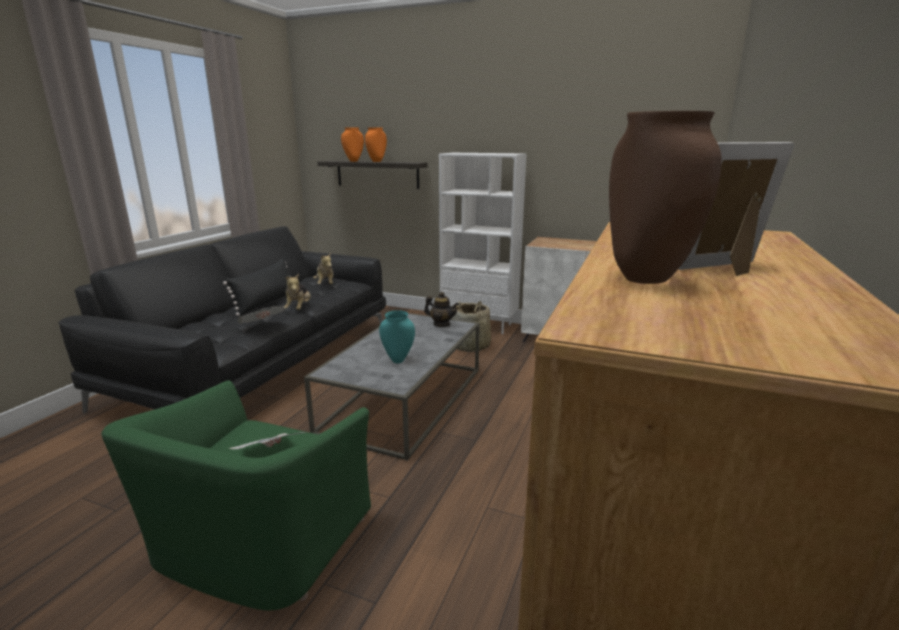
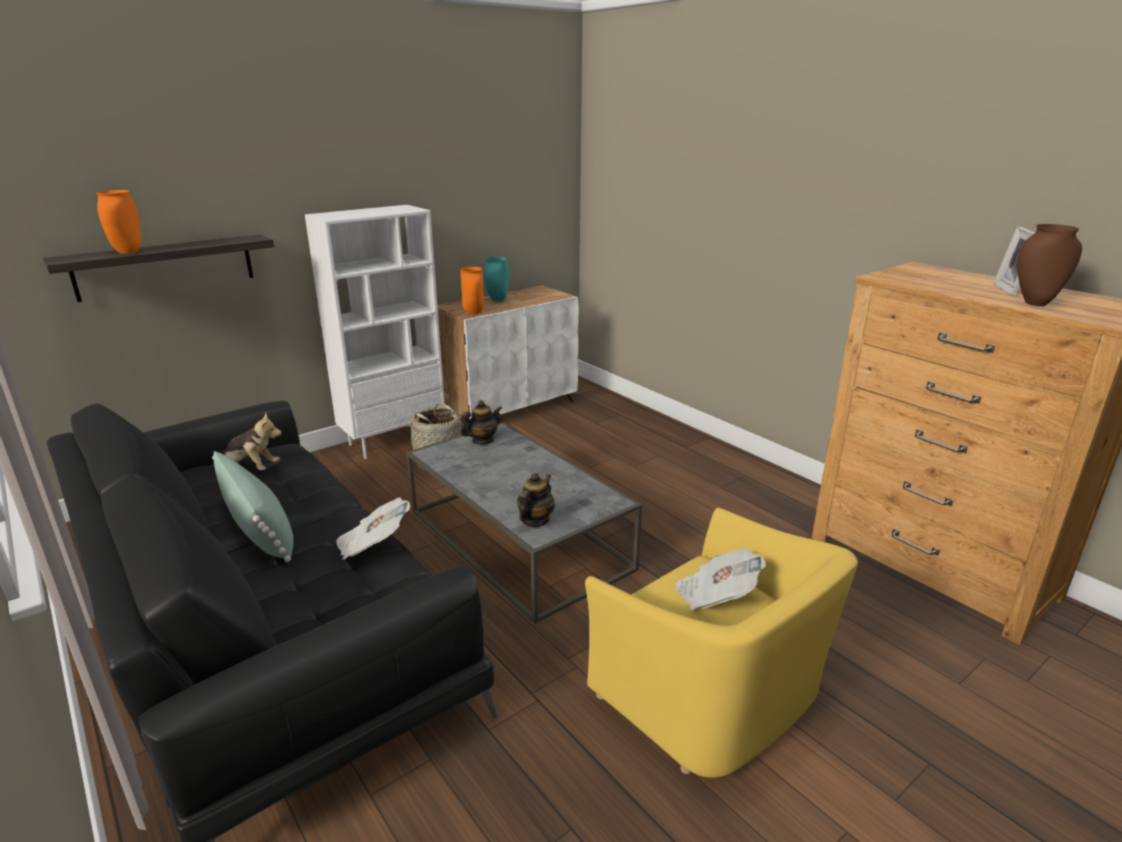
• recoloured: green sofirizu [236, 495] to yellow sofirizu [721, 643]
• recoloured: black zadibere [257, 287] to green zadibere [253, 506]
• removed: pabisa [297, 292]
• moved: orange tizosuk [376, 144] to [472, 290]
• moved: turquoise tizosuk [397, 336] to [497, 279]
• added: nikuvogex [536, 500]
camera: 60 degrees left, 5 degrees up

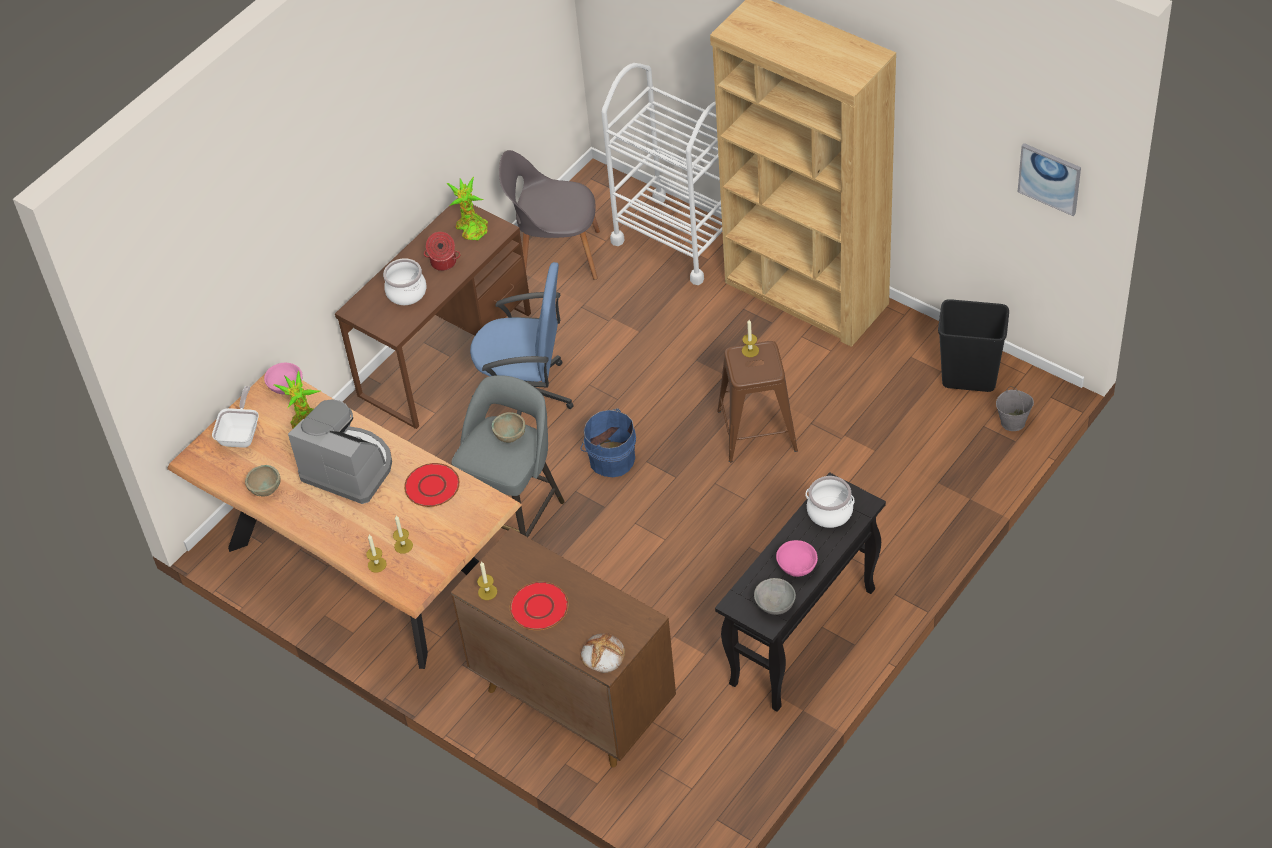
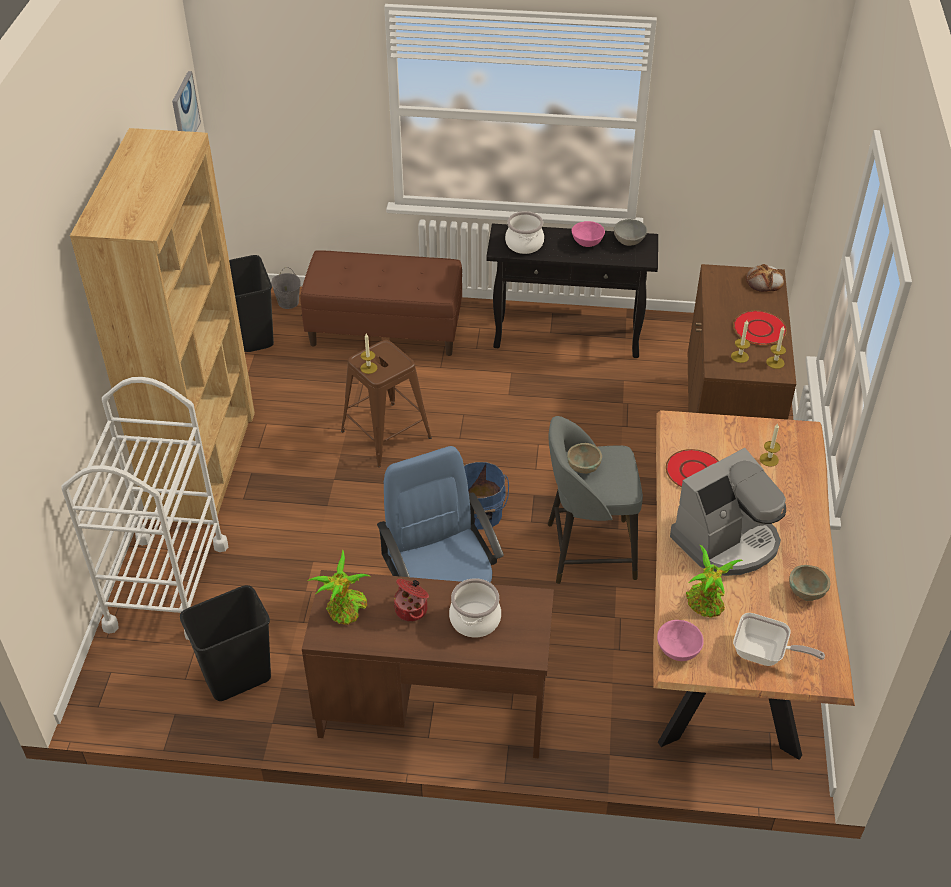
• turned: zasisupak [235, 417] = [779, 639] 135 degrees counterclockwise
• turned: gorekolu [340, 451] = [728, 512] 120 degrees counterclockwise
• moved: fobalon [376, 554] to [740, 342]
• replaced: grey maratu [549, 215] to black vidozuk [225, 643]
• added: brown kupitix [381, 303]
camera: 125 degrees left, 5 degrees down

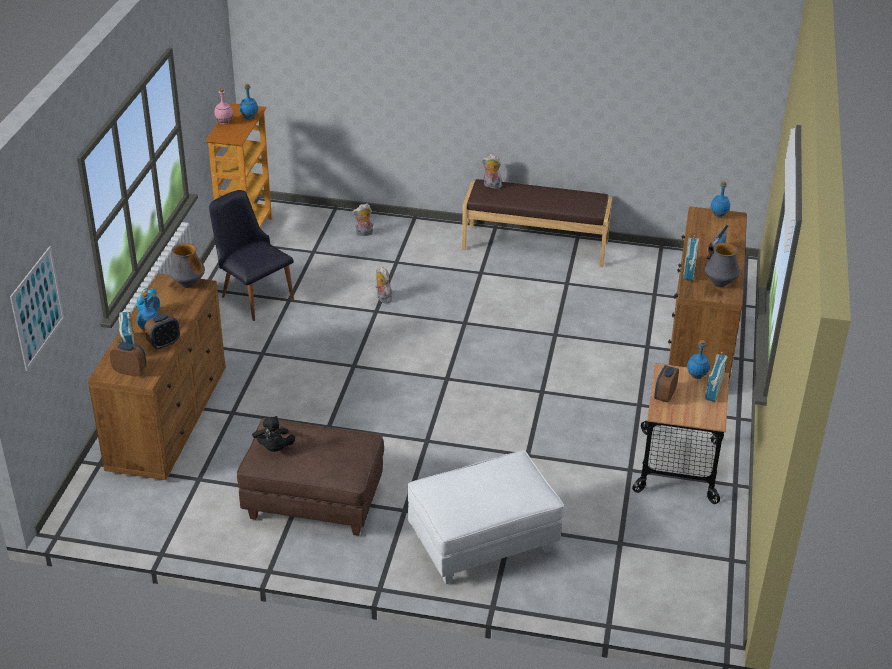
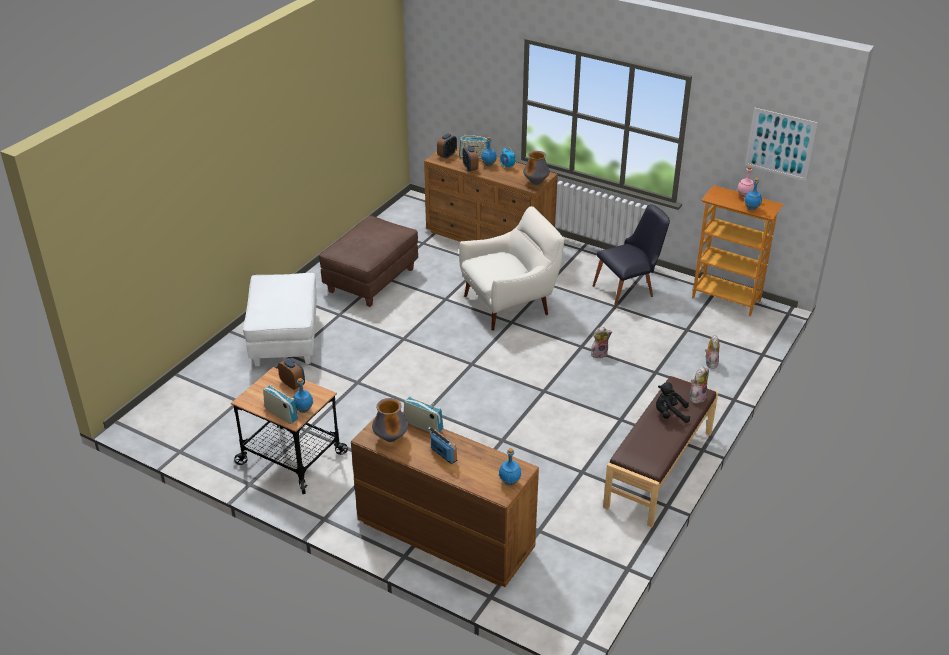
• moved: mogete [37, 308] to [781, 144]
• moved: black pabisa [273, 434] to [673, 402]
• added: white sofirizu [511, 268]
camera: 110 degrees right, 0 degrees up

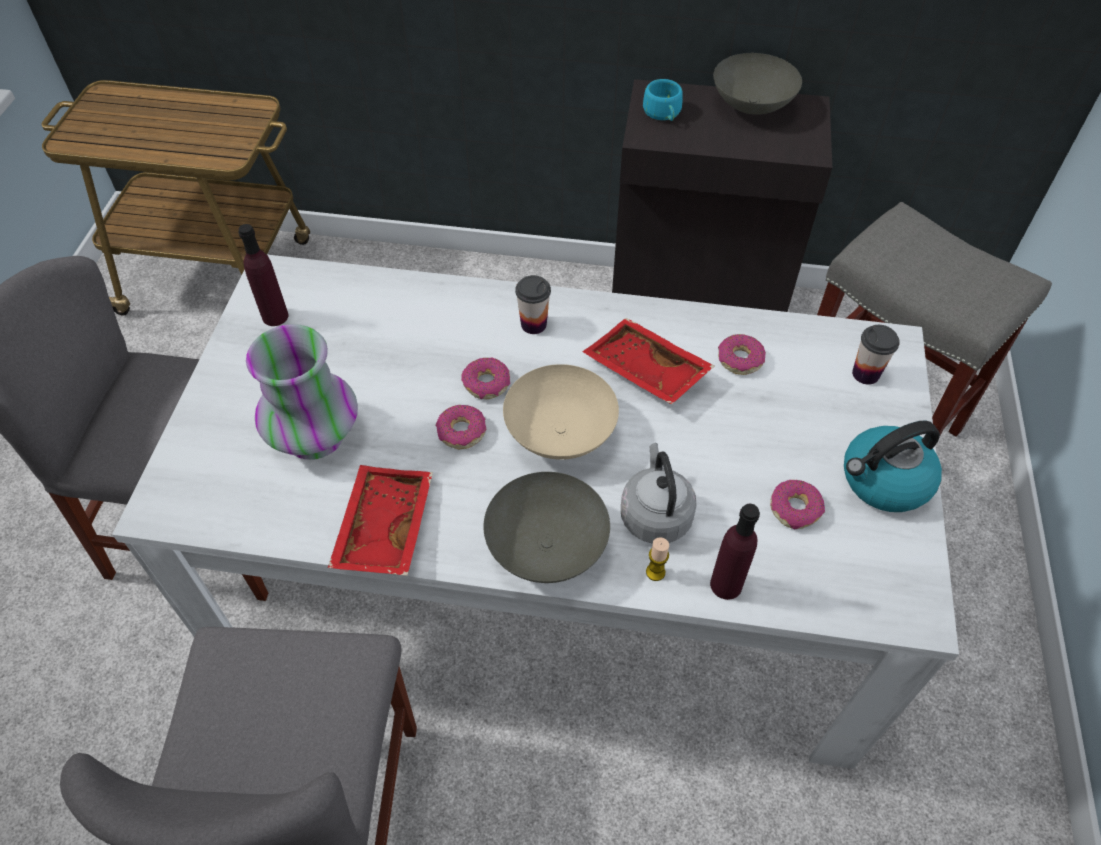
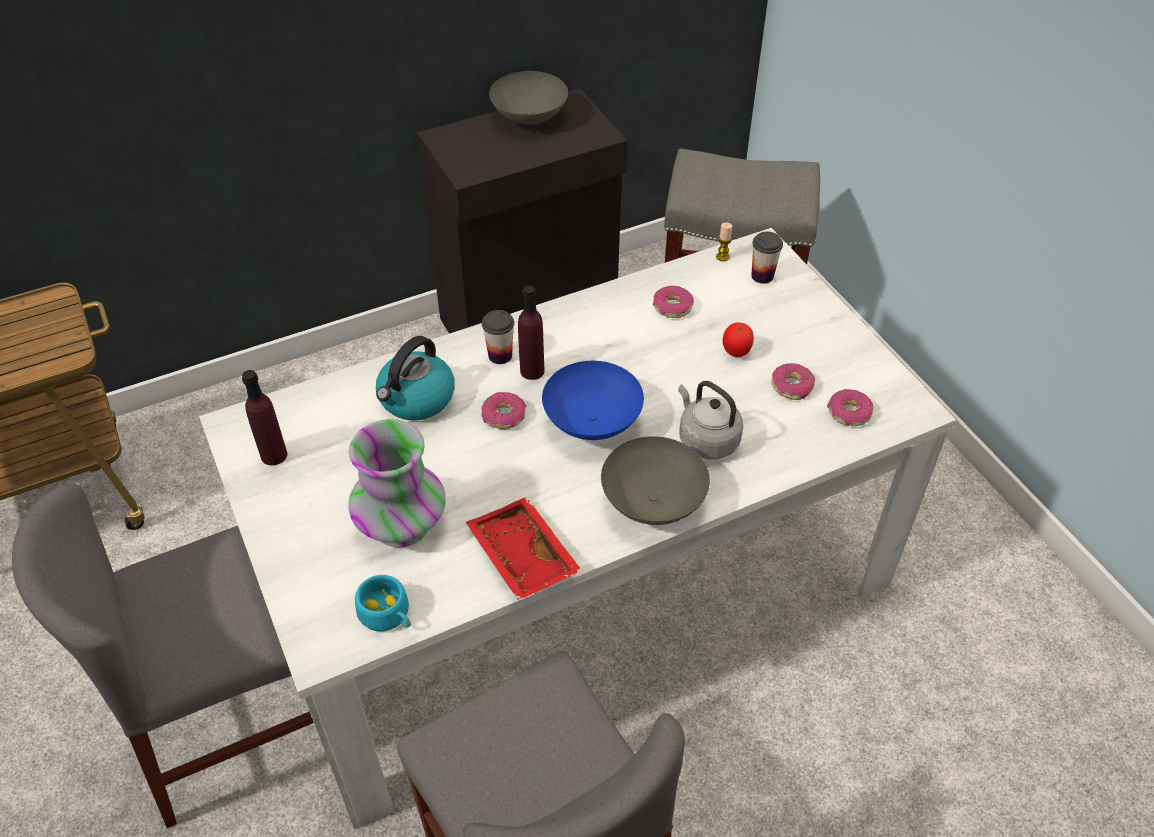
• moved: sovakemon [461, 427] to [850, 407]
• recoloured: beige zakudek [561, 412] to blue zakudek [593, 400]
• removed: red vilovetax [648, 361]
• moved: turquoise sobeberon [663, 100] to [383, 603]
• moved: fobalon [657, 559] to [724, 241]
• moved: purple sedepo [735, 552] to [531, 332]
• moved: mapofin [893, 466] to [415, 378]
• added: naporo [738, 339]
camera: 35 degrees left, 5 degrees down

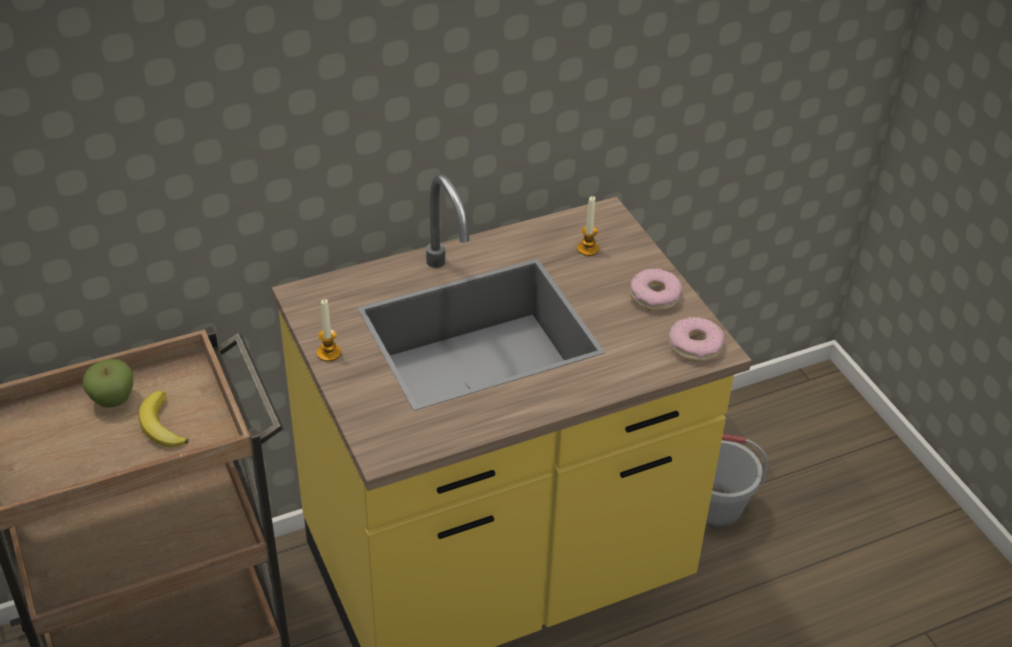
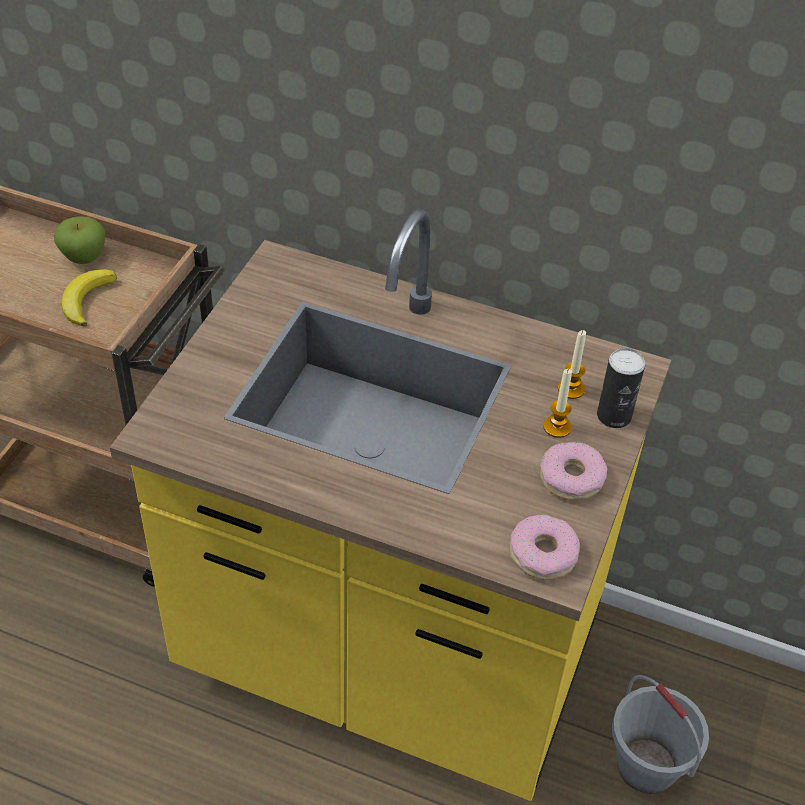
• moved: fobalon [329, 330] to [557, 403]
• added: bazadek [621, 388]
camera: 45 degrees right, 5 degrees up

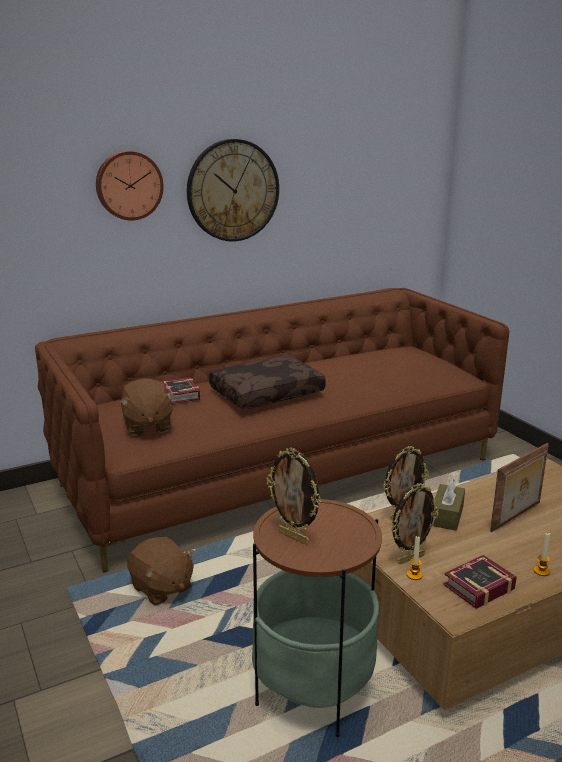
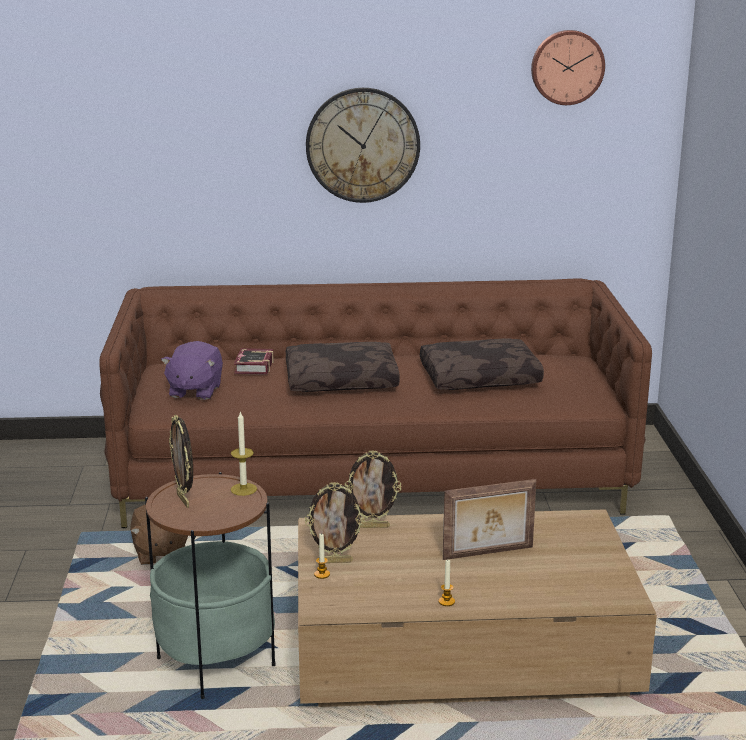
• moved: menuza [130, 186] to [568, 67]
• recoloured: brown pabisa [147, 407] to purple pabisa [192, 370]
• removed: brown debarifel [449, 505]
• removed: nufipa [480, 582]
• added: fobalon [244, 453]
• added: brown zadibere [482, 364]
camera: 25 degrees right, 0 degrees up

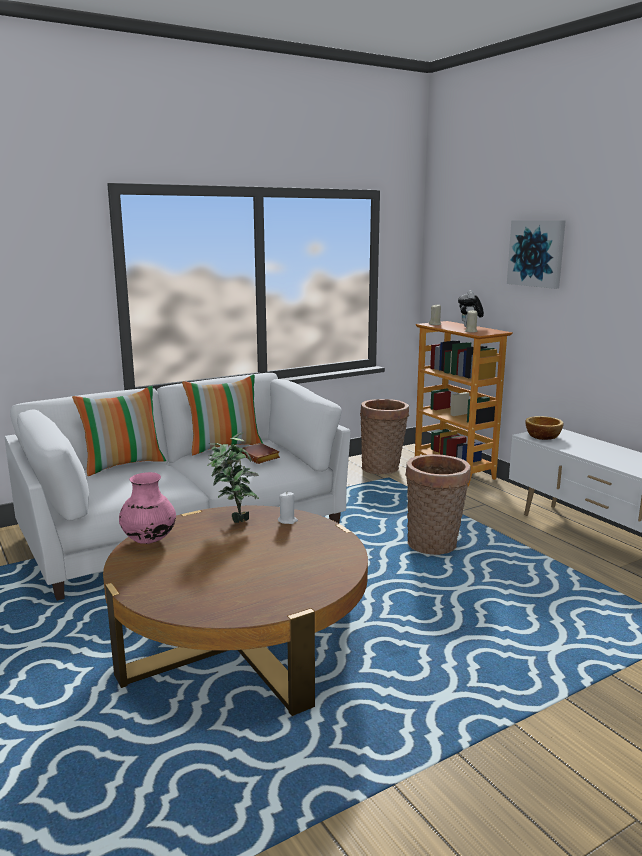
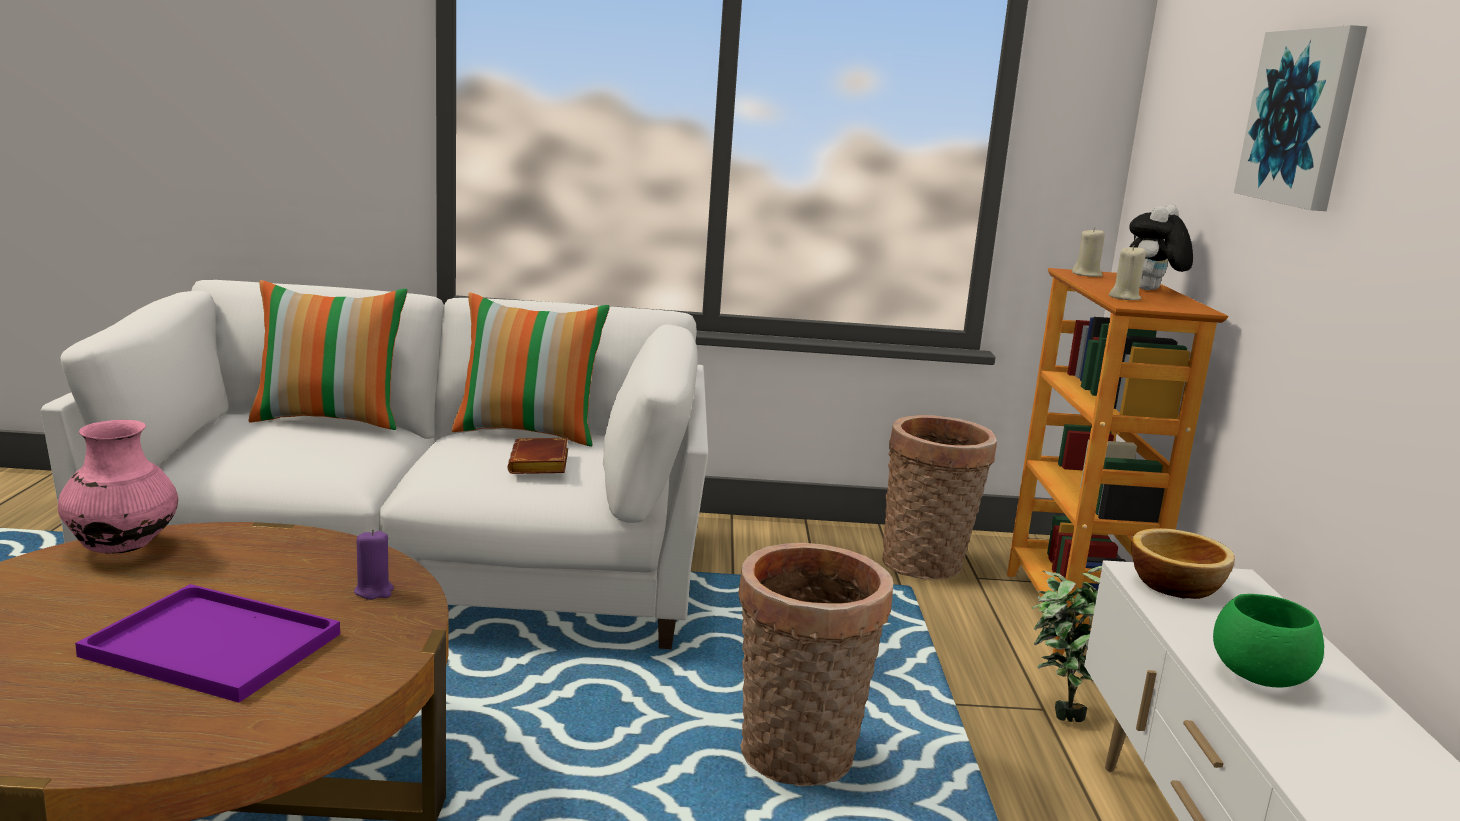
• moved: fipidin [233, 477] to [1067, 644]
• recoloured: white fobalon [288, 508] to purple fobalon [374, 564]
• added: purple vilovetax [207, 643]
• added: green zakudek [1268, 640]
camera: 30 degrees right, 0 degrees up

